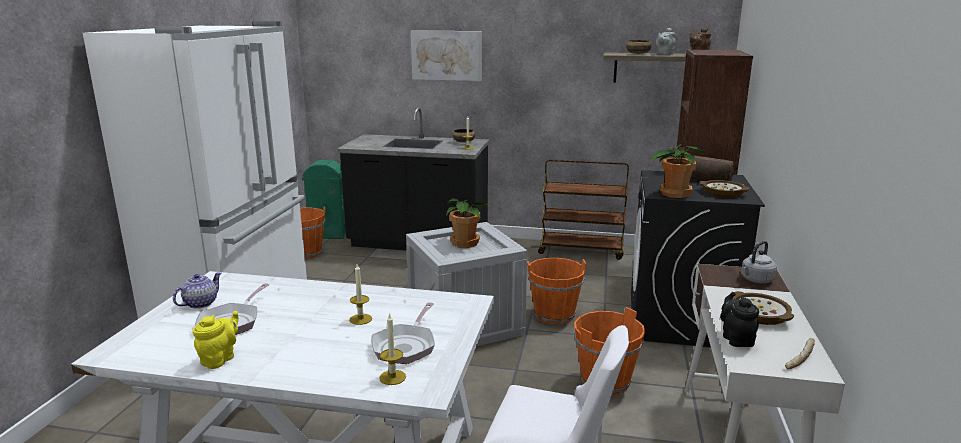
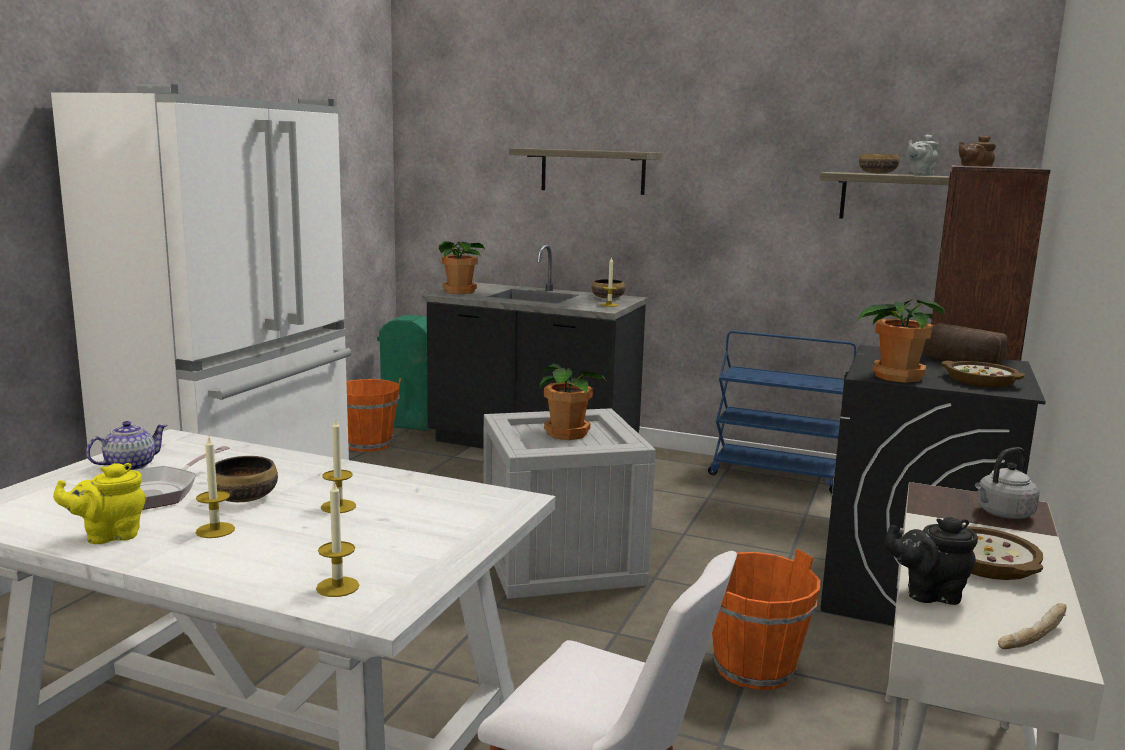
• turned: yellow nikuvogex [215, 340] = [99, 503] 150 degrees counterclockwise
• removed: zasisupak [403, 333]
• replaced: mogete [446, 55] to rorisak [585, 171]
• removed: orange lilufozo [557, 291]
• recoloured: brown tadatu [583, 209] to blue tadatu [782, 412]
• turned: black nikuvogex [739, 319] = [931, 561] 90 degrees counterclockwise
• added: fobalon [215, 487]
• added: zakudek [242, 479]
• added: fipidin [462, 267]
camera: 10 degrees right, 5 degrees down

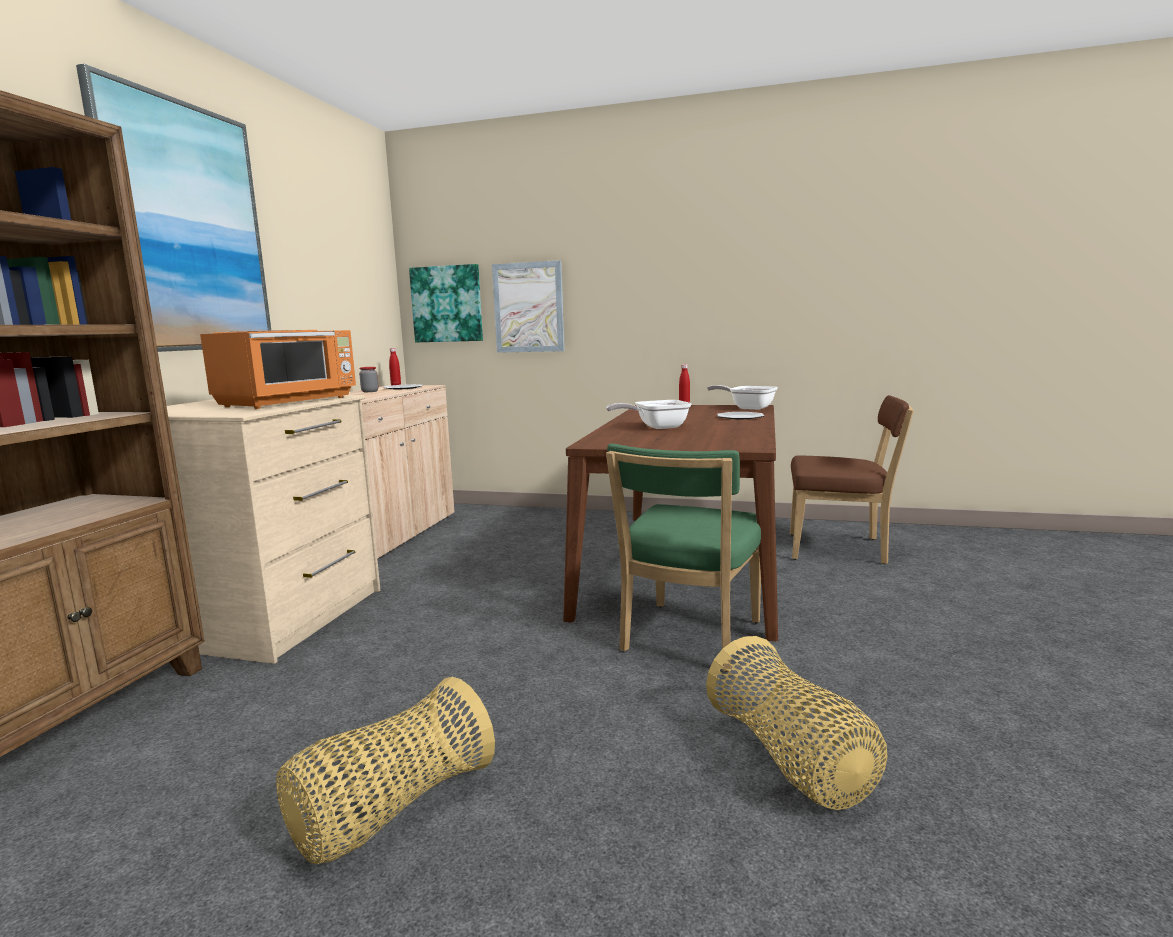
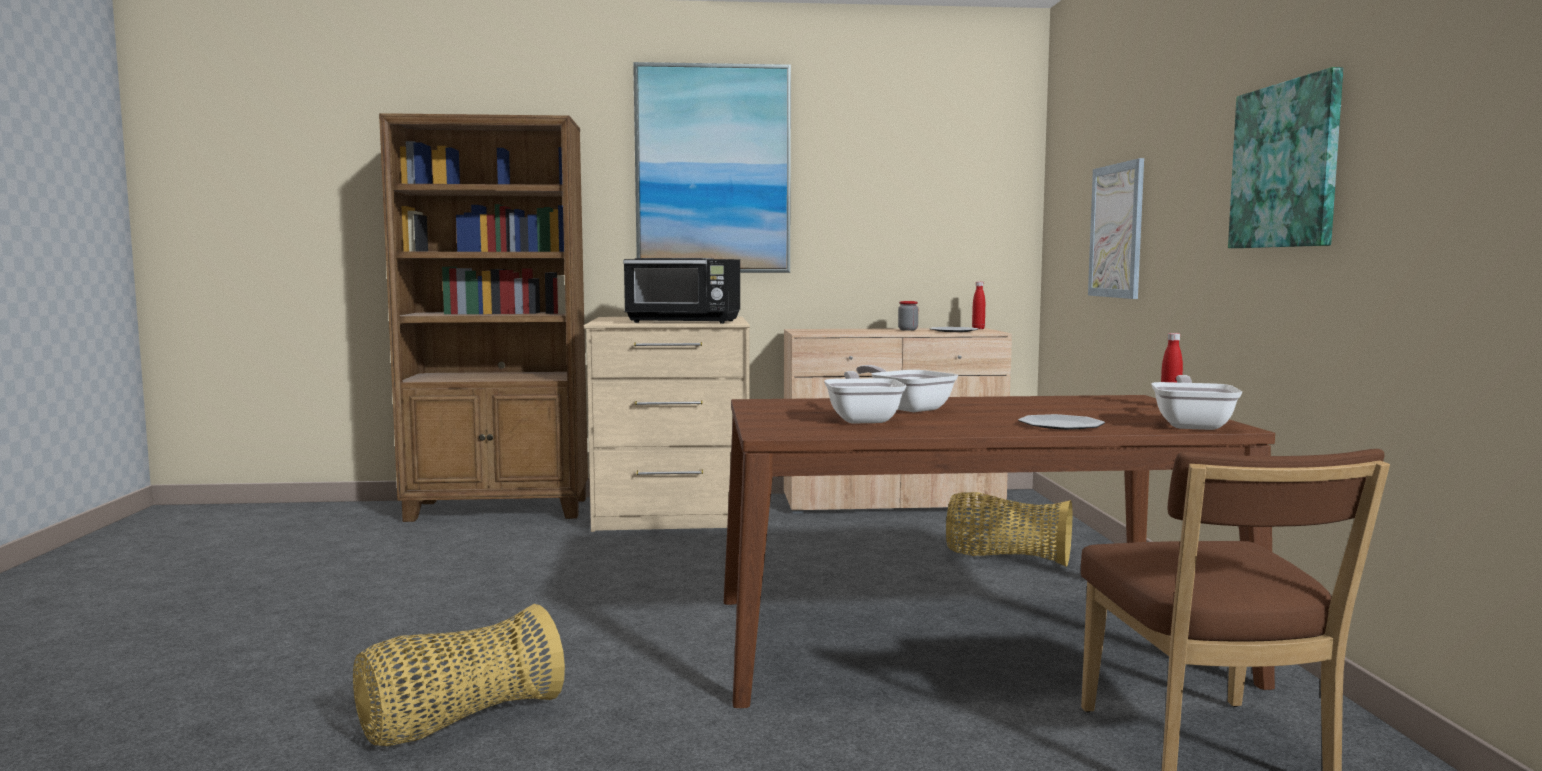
• recoloured: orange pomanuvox [278, 369] to black pomanuvox [681, 291]
• moved: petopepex [385, 770] to [1009, 529]
• moved: mogete [446, 303] to [1285, 157]
• removed: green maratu [683, 558]
• added: zasisupak [865, 397]
camera: 70 degrees right, 5 degrees down

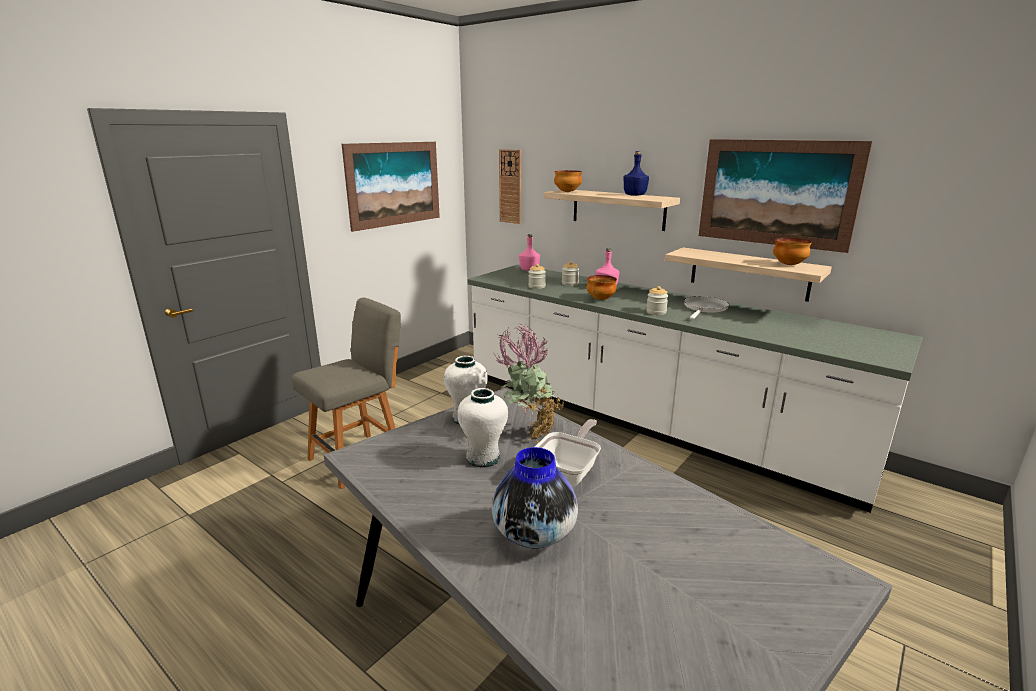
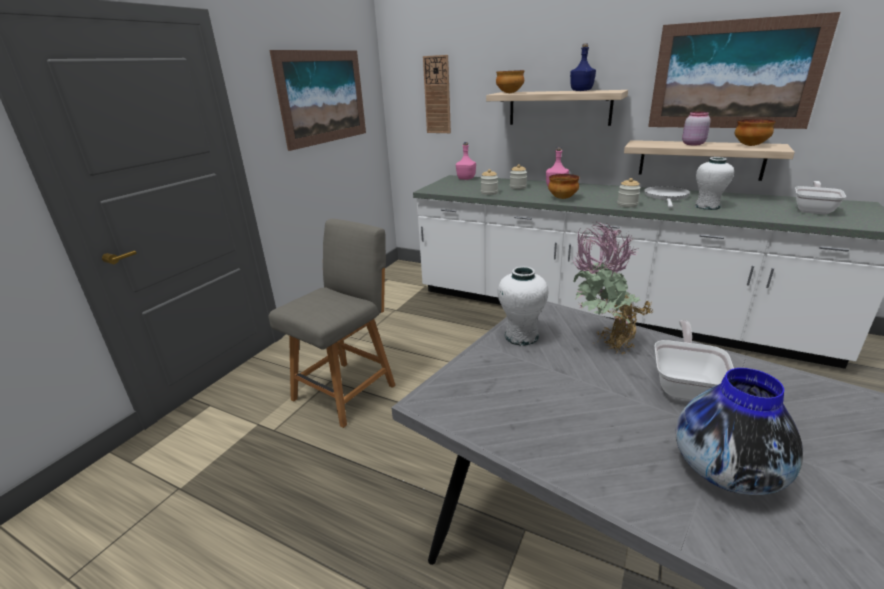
• moved: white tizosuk [482, 428] to [714, 183]
• added: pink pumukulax [696, 128]
• added: zasisupak [821, 197]
camera: 10 degrees left, 5 degrees up

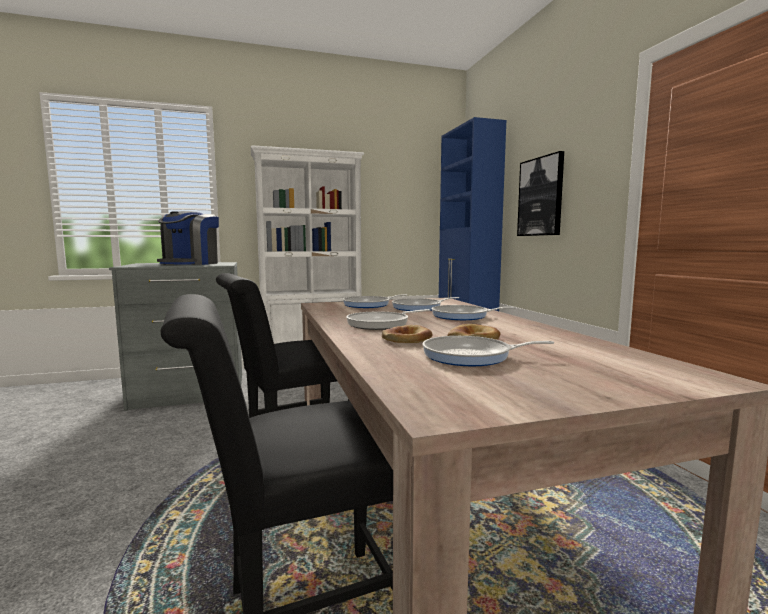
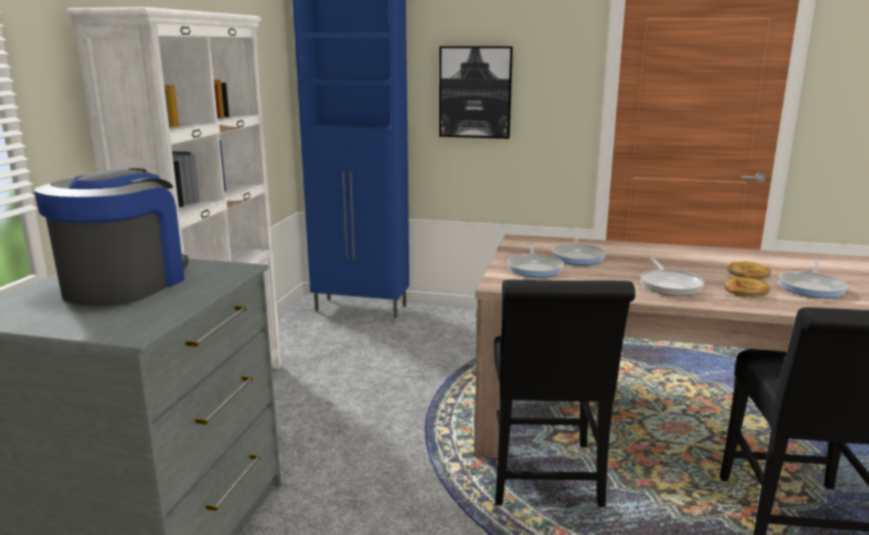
• turned: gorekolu [188, 238] = [111, 237] 120 degrees counterclockwise
• removed: zasisupak [474, 312]
camera: 60 degrees left, 10 degrees up

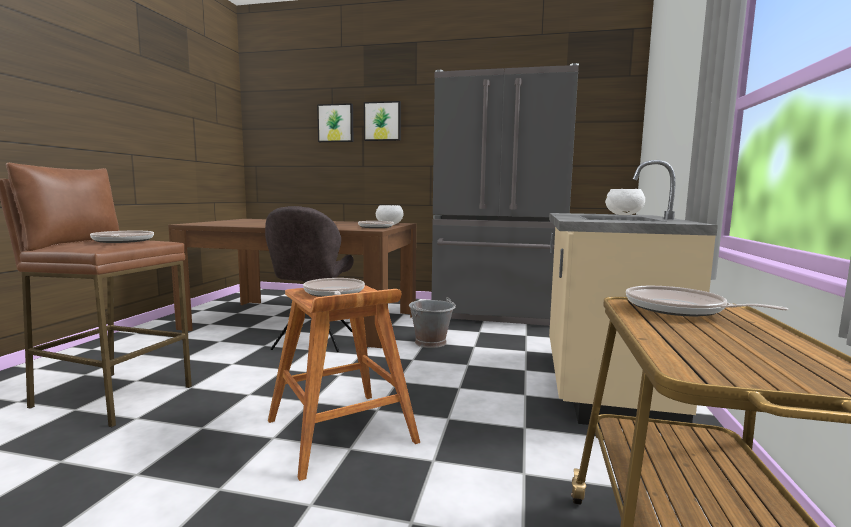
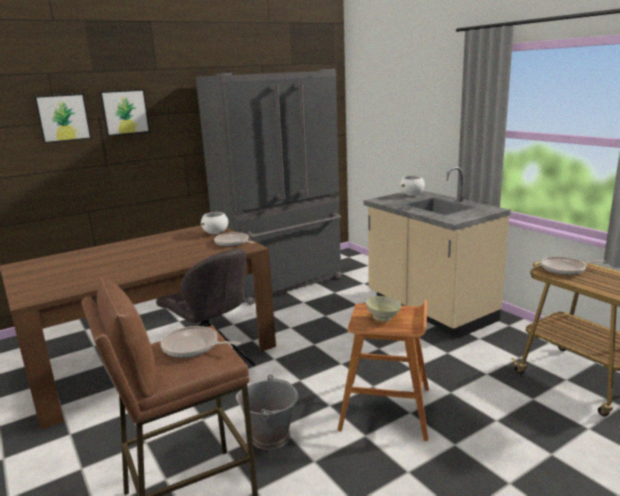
• replaced: zasisupak [334, 287] to beige zakudek [383, 309]
• moved: grey lilufozo [432, 322] to [267, 412]
camera: 45 degrees left, 10 degrees up

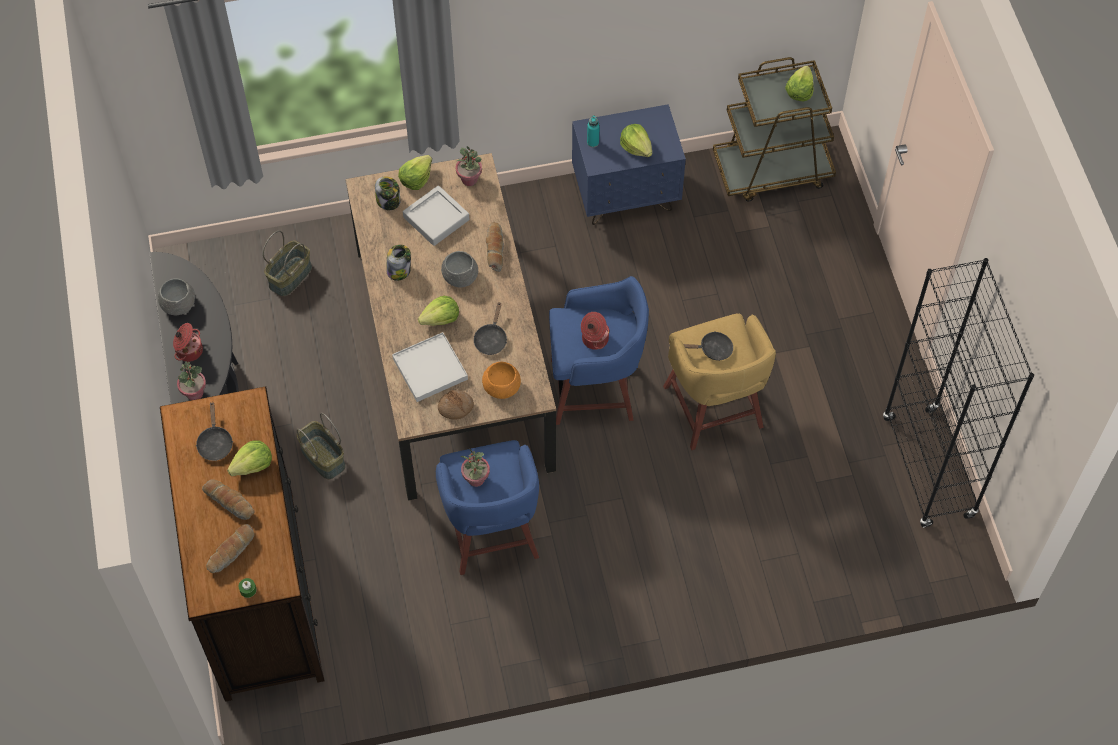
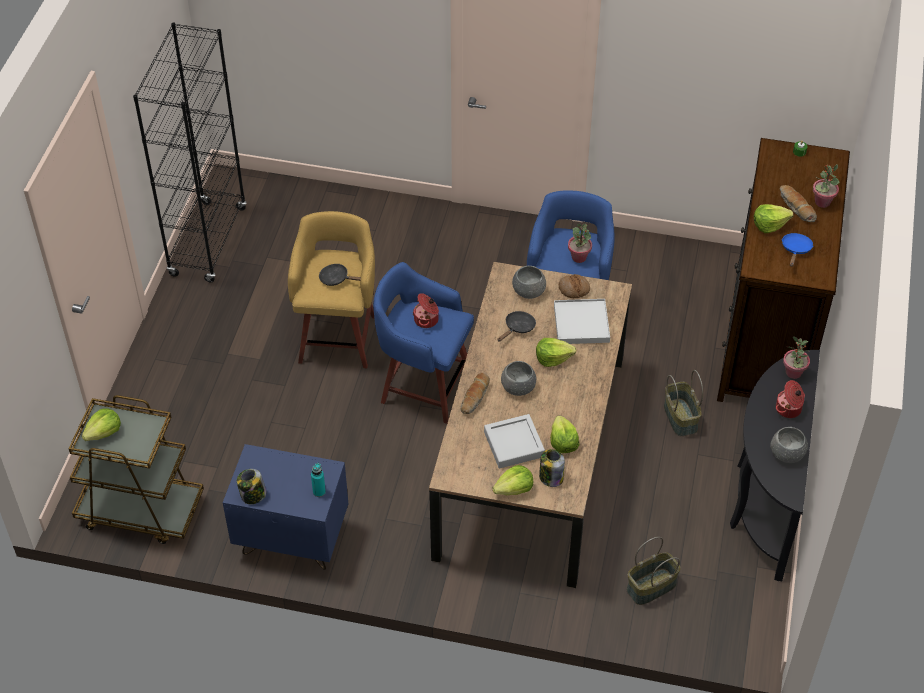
• recoloured: black zasisupak [214, 431] to blue zasisupak [798, 250]
• removed: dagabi [230, 548]
• moved: pumukulax [399, 263] to [251, 486]
• moved: fipidin [468, 166] to [826, 186]
• recoloured: orange zakudek [501, 380] to grey zakudek [529, 282]
• moved: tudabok [636, 140] to [564, 434]
camera: 155 degrees left, 10 degrees down

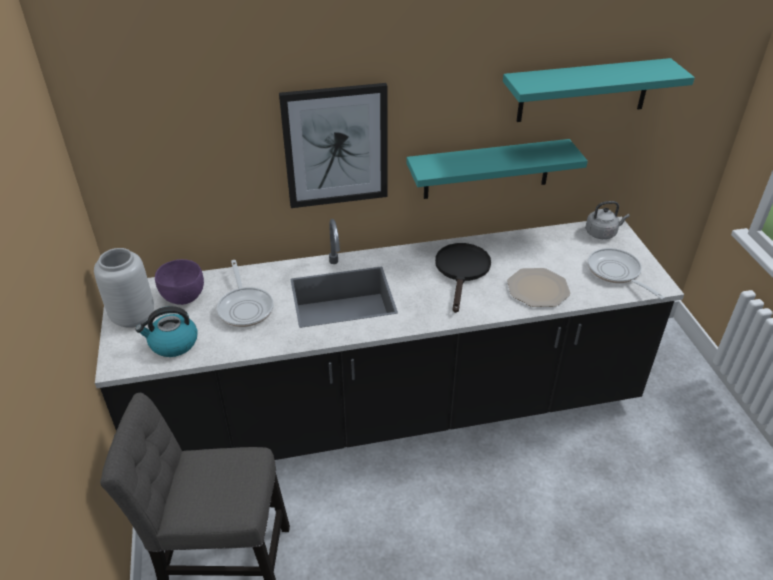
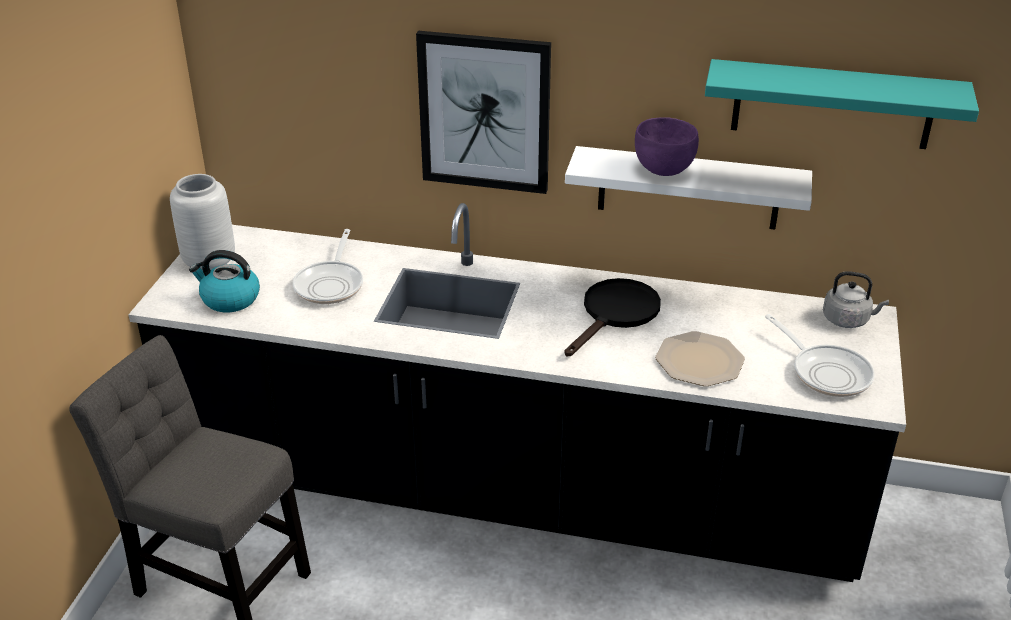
• moved: purple zakudek [179, 282] to [667, 146]
• recoloured: turquoise rorisak [497, 169] to white rorisak [688, 188]
• turned: zasisupak [626, 274] = [820, 355] 150 degrees clockwise
camera: 25 degrees right, 5 degrees down

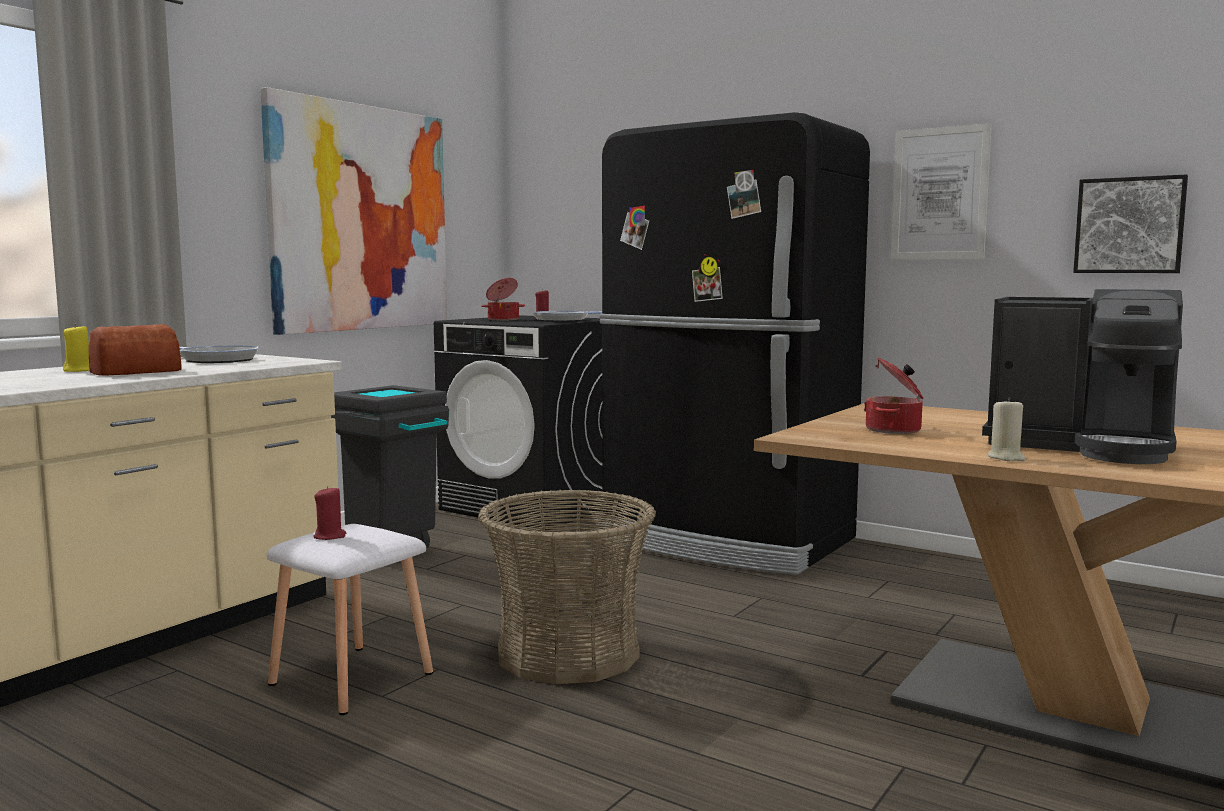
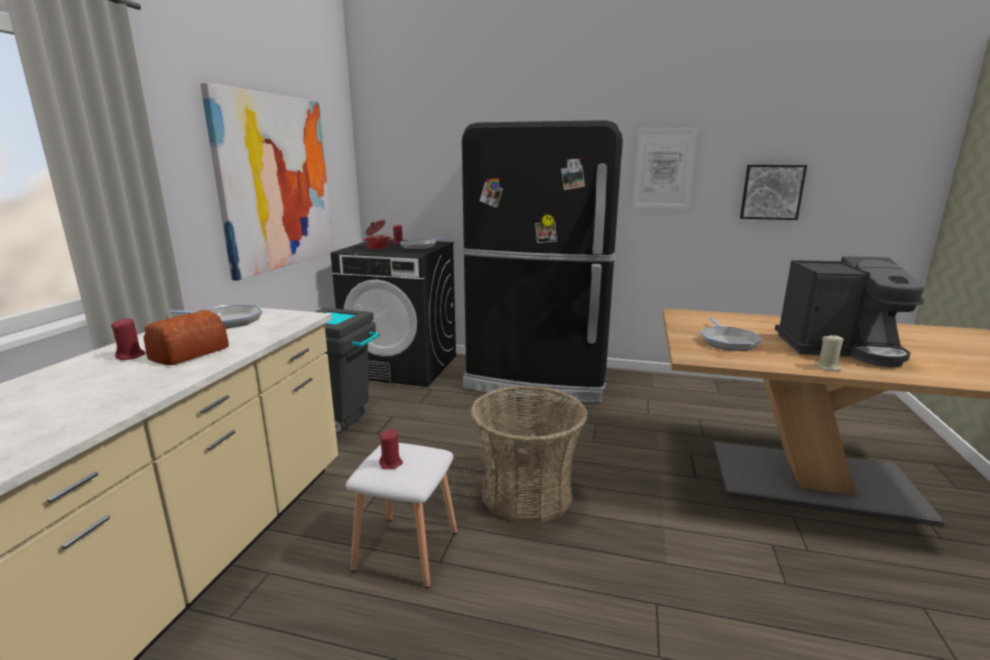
• recoloured: yellow fobalon [76, 348] to red fobalon [128, 339]
• replaced: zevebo [893, 396] to zasisupak [731, 334]
camera: 20 degrees left, 10 degrees up

